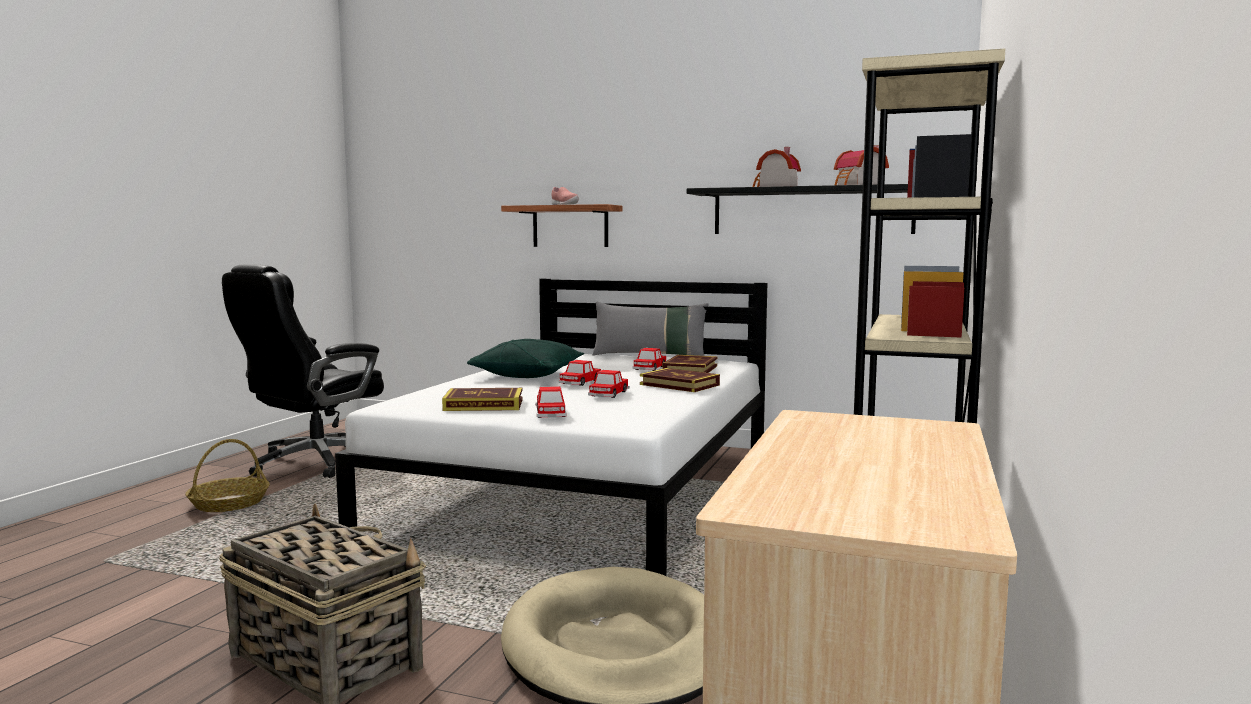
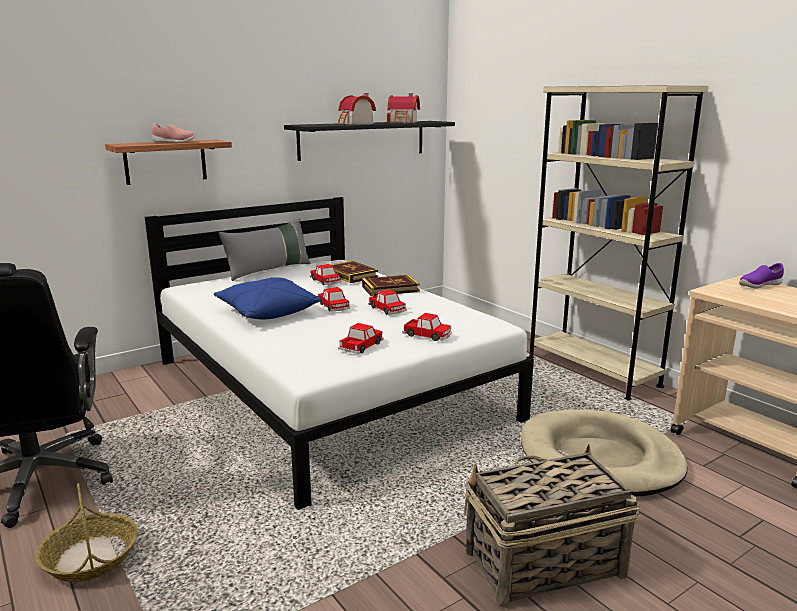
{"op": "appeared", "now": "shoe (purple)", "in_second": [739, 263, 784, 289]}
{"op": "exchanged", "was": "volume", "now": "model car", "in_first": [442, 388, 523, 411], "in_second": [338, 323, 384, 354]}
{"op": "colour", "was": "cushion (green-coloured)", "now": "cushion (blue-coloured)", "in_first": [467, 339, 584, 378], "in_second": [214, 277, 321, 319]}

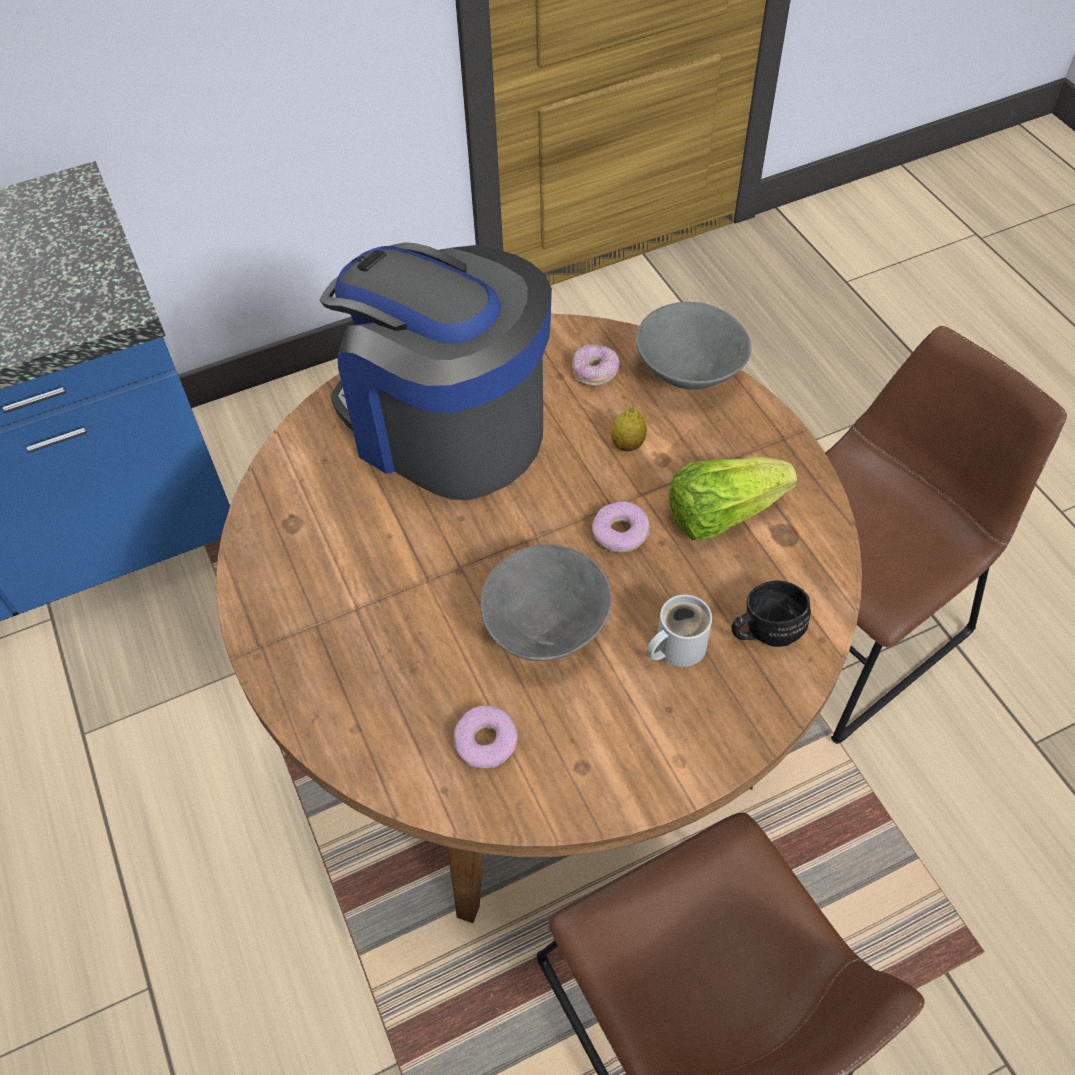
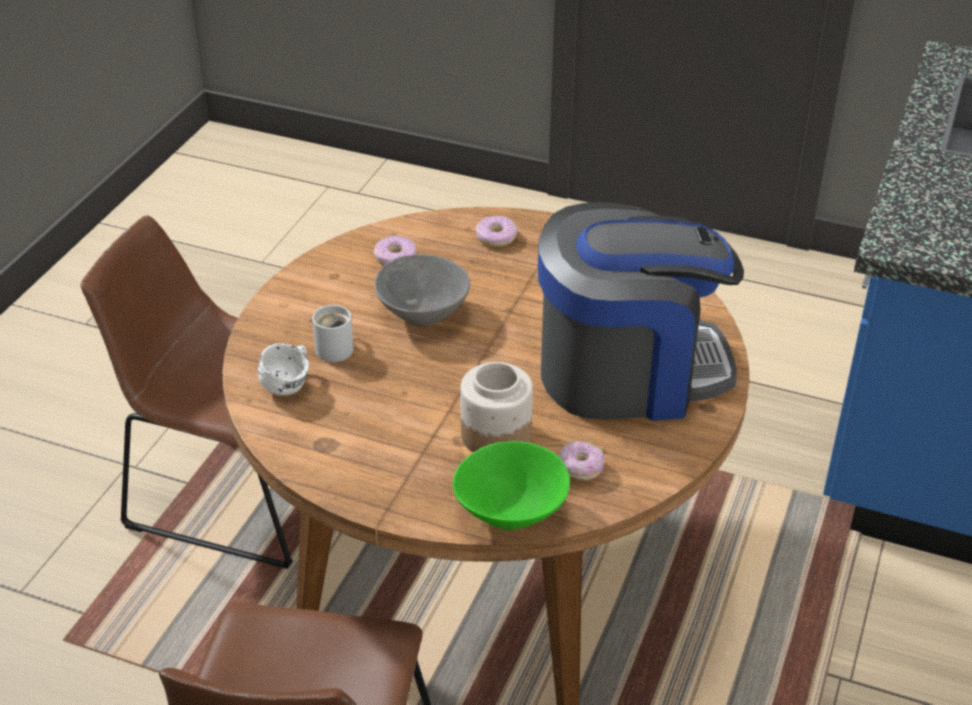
{"op": "missing", "was": "lettuce head", "in_first": [669, 457, 797, 540]}
{"op": "relocated", "was": "doughnut", "in_first": [592, 501, 650, 553], "in_second": [475, 216, 517, 247]}
{"op": "exchanged", "was": "whole lemon", "now": "jar", "in_first": [611, 407, 647, 451], "in_second": [460, 362, 533, 453]}
{"op": "colour", "was": "bowl (grey)", "now": "bowl (green-coloured)", "in_first": [636, 302, 752, 390], "in_second": [453, 441, 570, 530]}
{"op": "colour", "was": "mug (black)", "now": "mug (white)", "in_first": [731, 581, 811, 647], "in_second": [258, 343, 309, 396]}

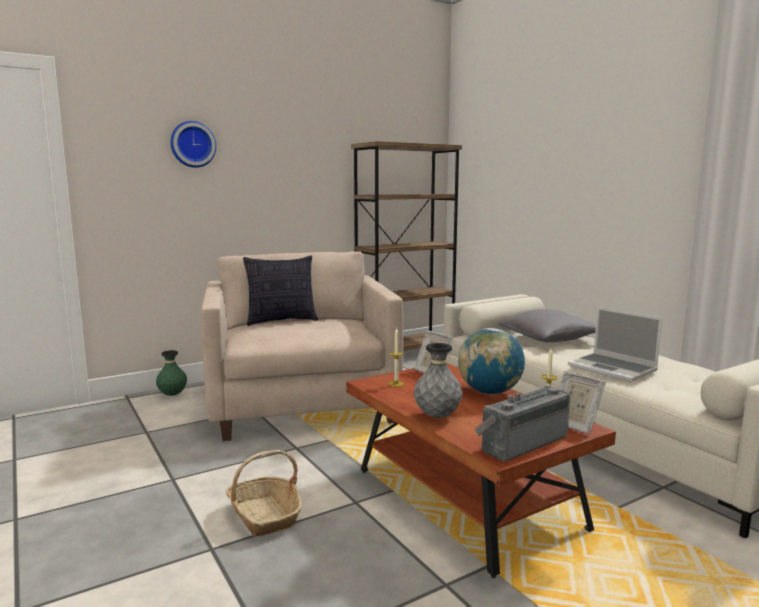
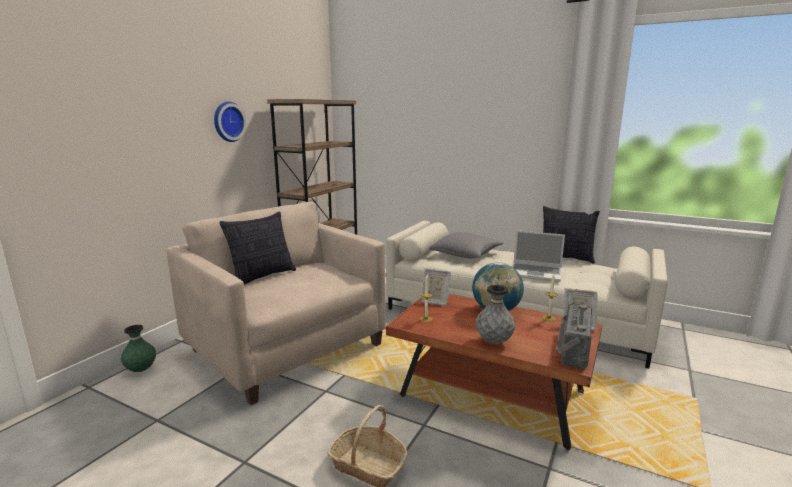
{"op": "appeared", "now": "cushion", "in_second": [543, 206, 600, 263]}
{"op": "relocated", "was": "hanging clock", "in_first": [170, 121, 216, 168], "in_second": [214, 102, 247, 142]}

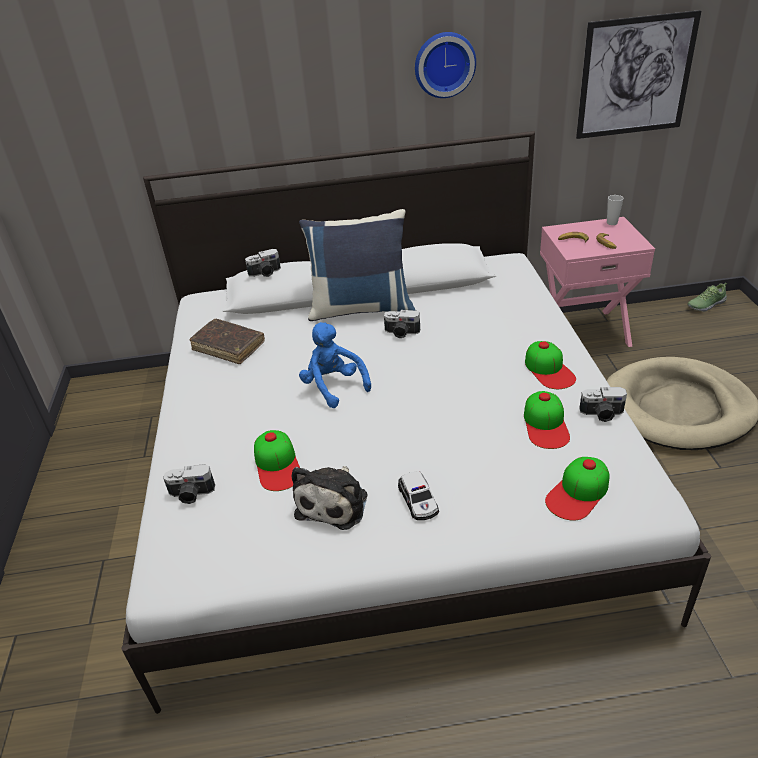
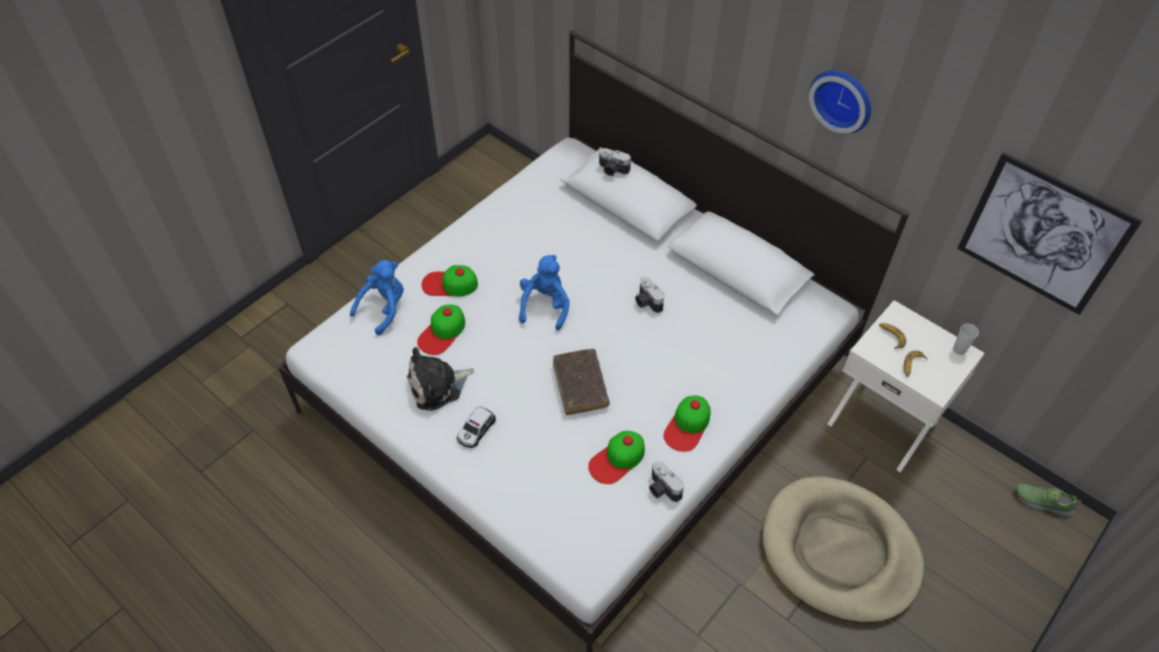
{"op": "missing", "was": "cushion (blue-coloured)", "in_first": [299, 209, 415, 321]}
{"op": "relocated", "was": "volume (brown)", "in_first": [190, 319, 265, 364], "in_second": [553, 349, 610, 415]}
{"op": "relocated", "was": "peaked cap", "in_first": [545, 457, 609, 521], "in_second": [421, 265, 478, 297]}
{"op": "exchanged", "was": "photo camera", "now": "soft toy (blue-coloured)", "in_first": [163, 464, 215, 504], "in_second": [350, 260, 404, 335]}
{"op": "colour", "was": "night table (pinkish)", "now": "night table (white)", "in_first": [540, 217, 655, 347], "in_second": [828, 300, 985, 472]}

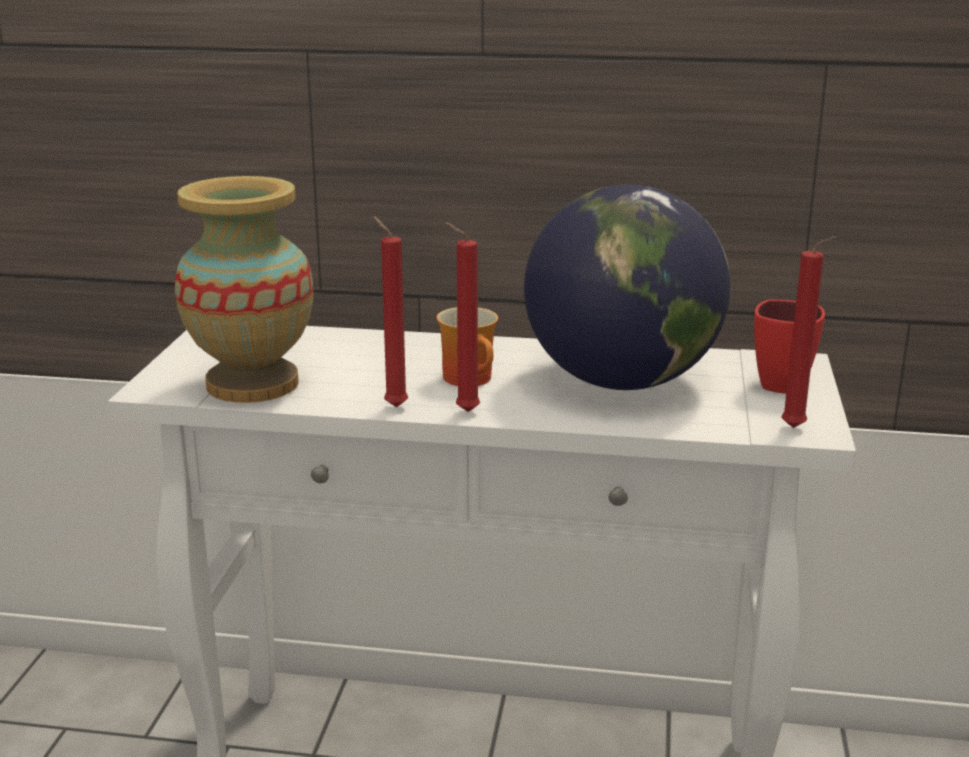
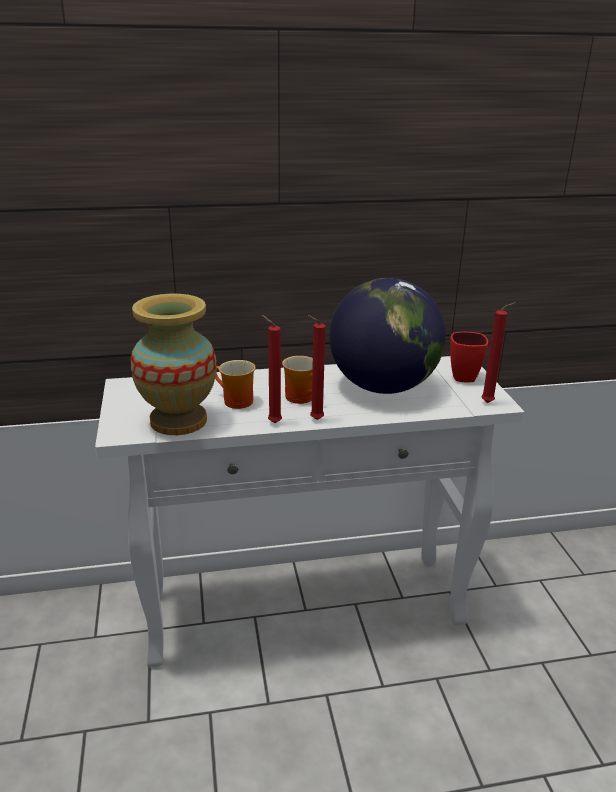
{"op": "appeared", "now": "mug", "in_second": [215, 360, 256, 409]}

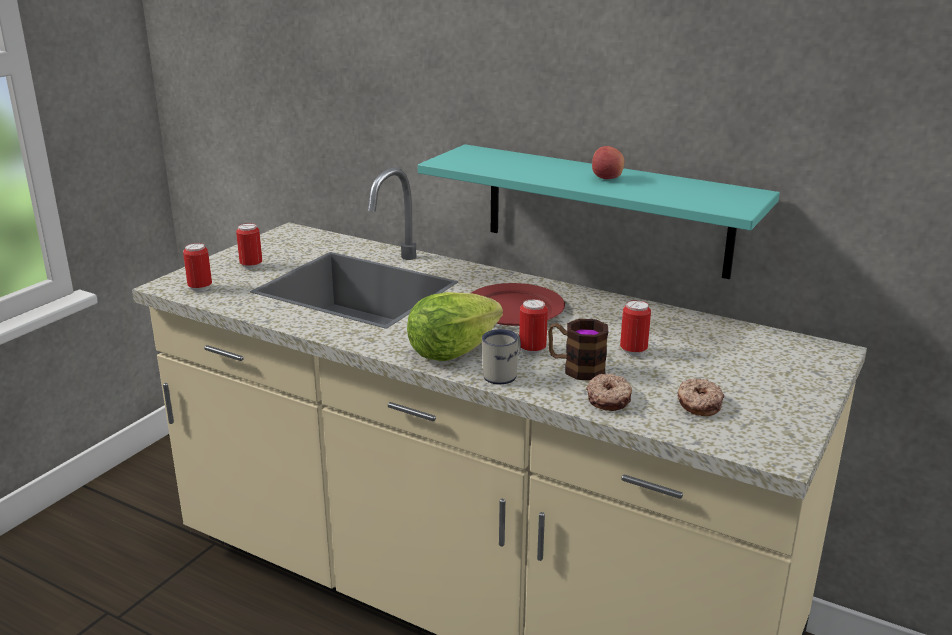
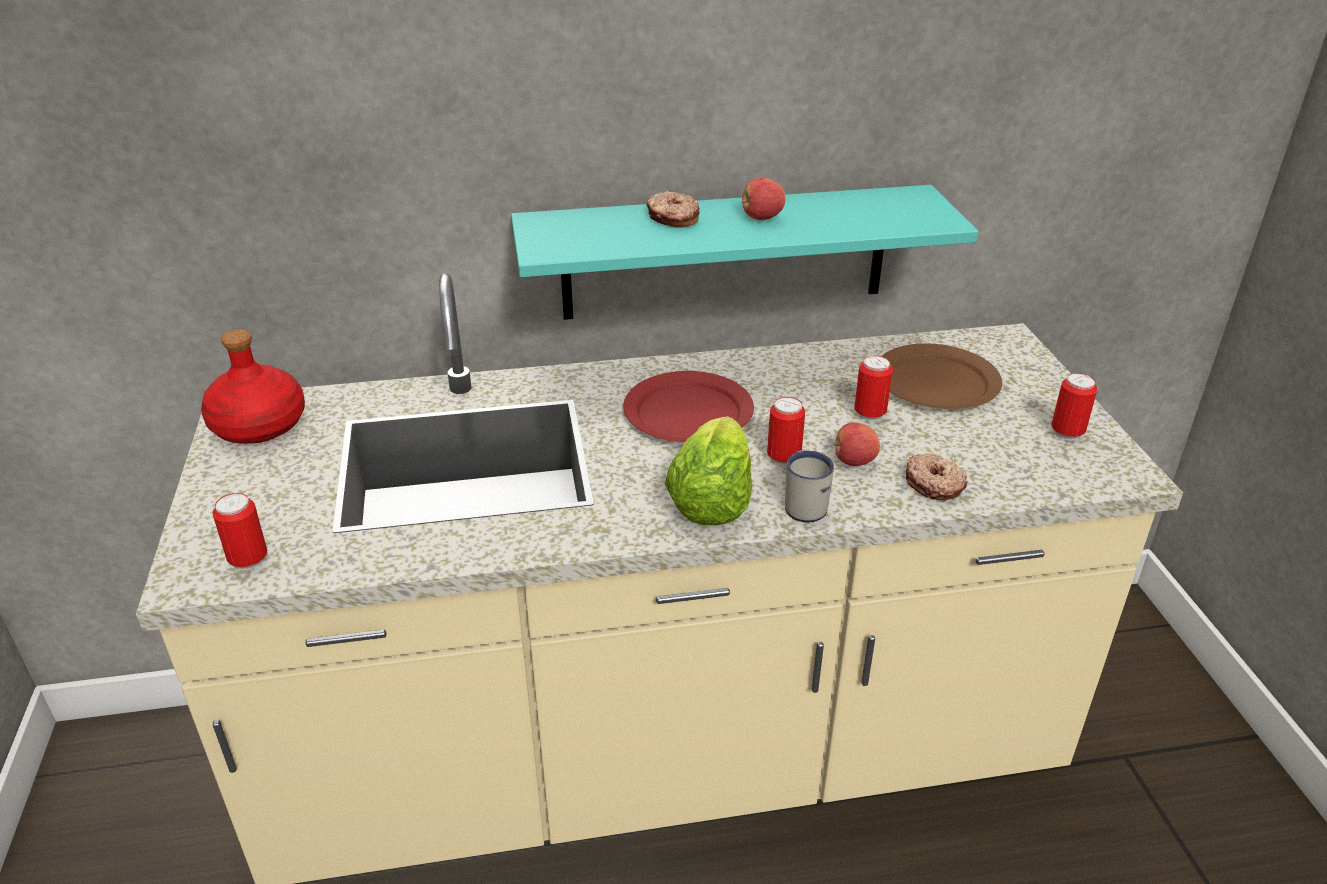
{"op": "appeared", "now": "beverage bottle (red-coloured)", "in_second": [201, 329, 305, 444]}
{"op": "appeared", "now": "flat dish (brown)", "in_second": [882, 343, 1002, 409]}
{"op": "relocated", "was": "sealed can", "in_first": [236, 223, 262, 269], "in_second": [1051, 373, 1097, 441]}
{"op": "relocated", "was": "doughnut", "in_first": [678, 378, 724, 416], "in_second": [646, 191, 700, 228]}
{"op": "exchanged", "was": "mug", "now": "apple fruit", "in_first": [548, 319, 608, 380], "in_second": [833, 422, 880, 466]}

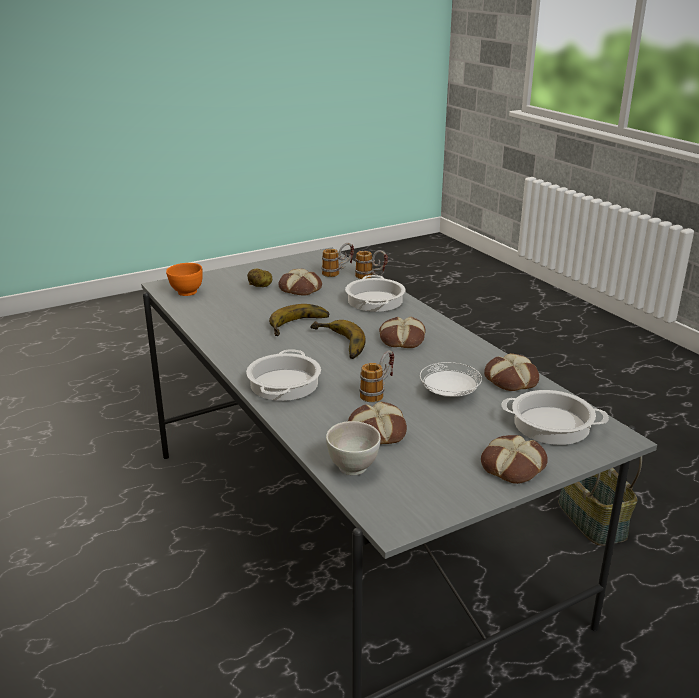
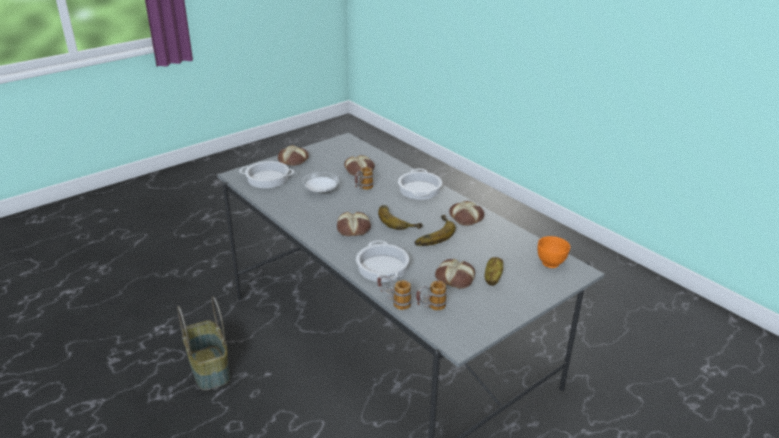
{"op": "missing", "was": "bowl (white)", "in_first": [326, 421, 381, 475]}
{"op": "relocated", "was": "bakery bread", "in_first": [484, 353, 539, 391], "in_second": [449, 201, 484, 226]}

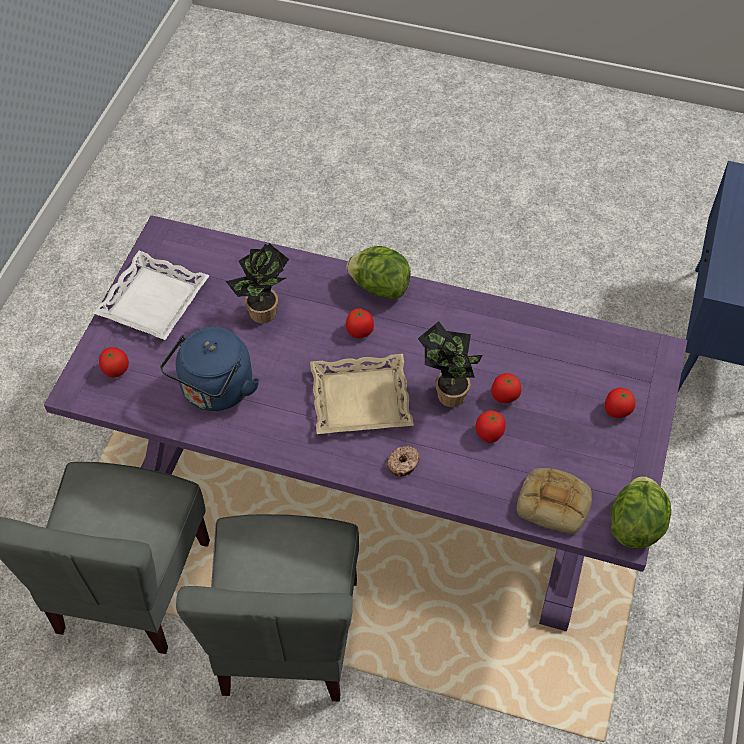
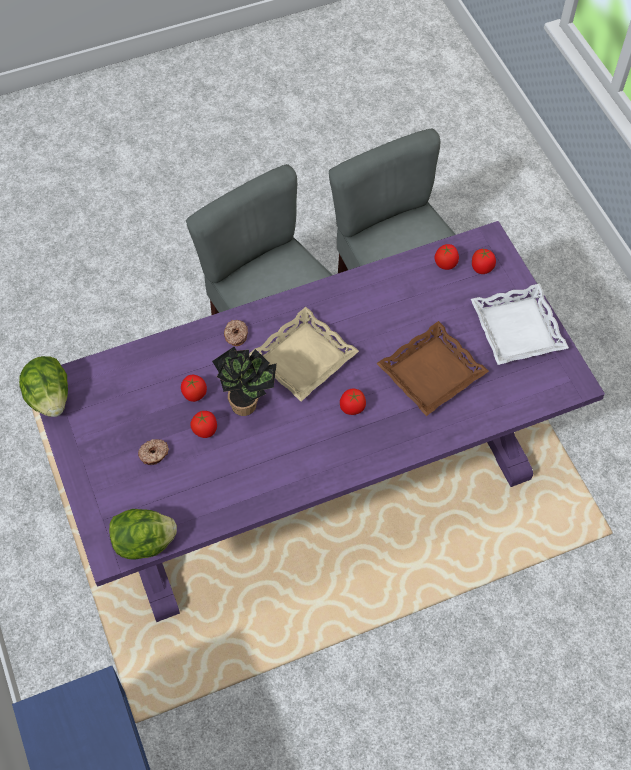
{"op": "missing", "was": "water kettle (blue-coloured)", "in_first": [160, 327, 259, 411]}
{"op": "missing", "was": "bakery bread", "in_first": [517, 468, 592, 534]}
{"op": "appeared", "now": "doughnut", "in_second": [138, 439, 169, 465]}
{"op": "relocated", "was": "lettuce head", "in_first": [346, 246, 411, 300], "in_second": [109, 509, 177, 559]}
{"op": "relocated", "was": "tomato", "in_first": [605, 388, 635, 418], "in_second": [435, 244, 459, 270]}
{"op": "exchanged", "was": "potted plant", "now": "tray (brown)", "in_first": [225, 243, 289, 323], "in_second": [376, 321, 489, 416]}

